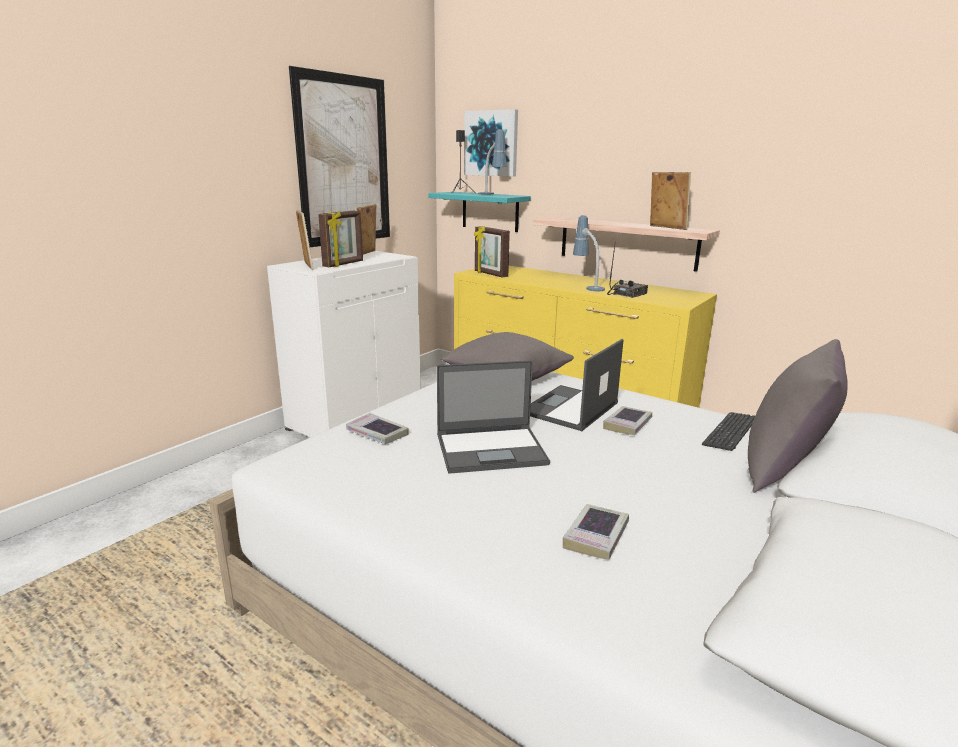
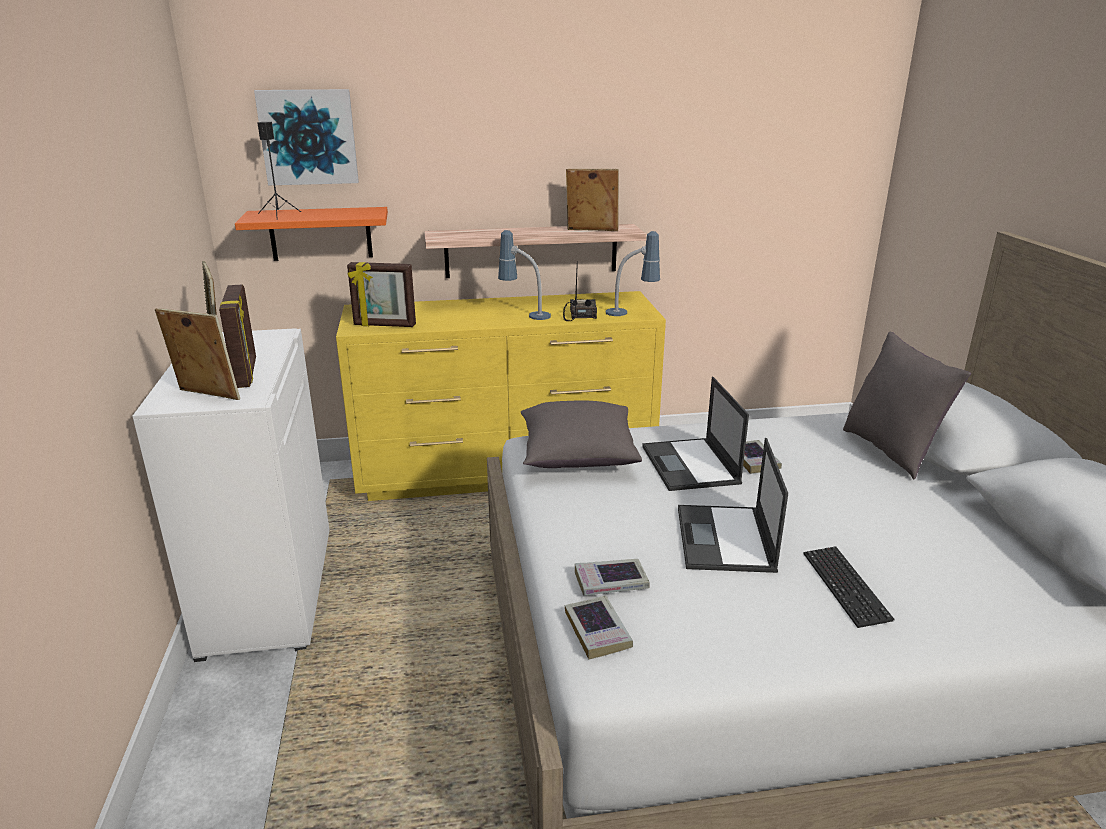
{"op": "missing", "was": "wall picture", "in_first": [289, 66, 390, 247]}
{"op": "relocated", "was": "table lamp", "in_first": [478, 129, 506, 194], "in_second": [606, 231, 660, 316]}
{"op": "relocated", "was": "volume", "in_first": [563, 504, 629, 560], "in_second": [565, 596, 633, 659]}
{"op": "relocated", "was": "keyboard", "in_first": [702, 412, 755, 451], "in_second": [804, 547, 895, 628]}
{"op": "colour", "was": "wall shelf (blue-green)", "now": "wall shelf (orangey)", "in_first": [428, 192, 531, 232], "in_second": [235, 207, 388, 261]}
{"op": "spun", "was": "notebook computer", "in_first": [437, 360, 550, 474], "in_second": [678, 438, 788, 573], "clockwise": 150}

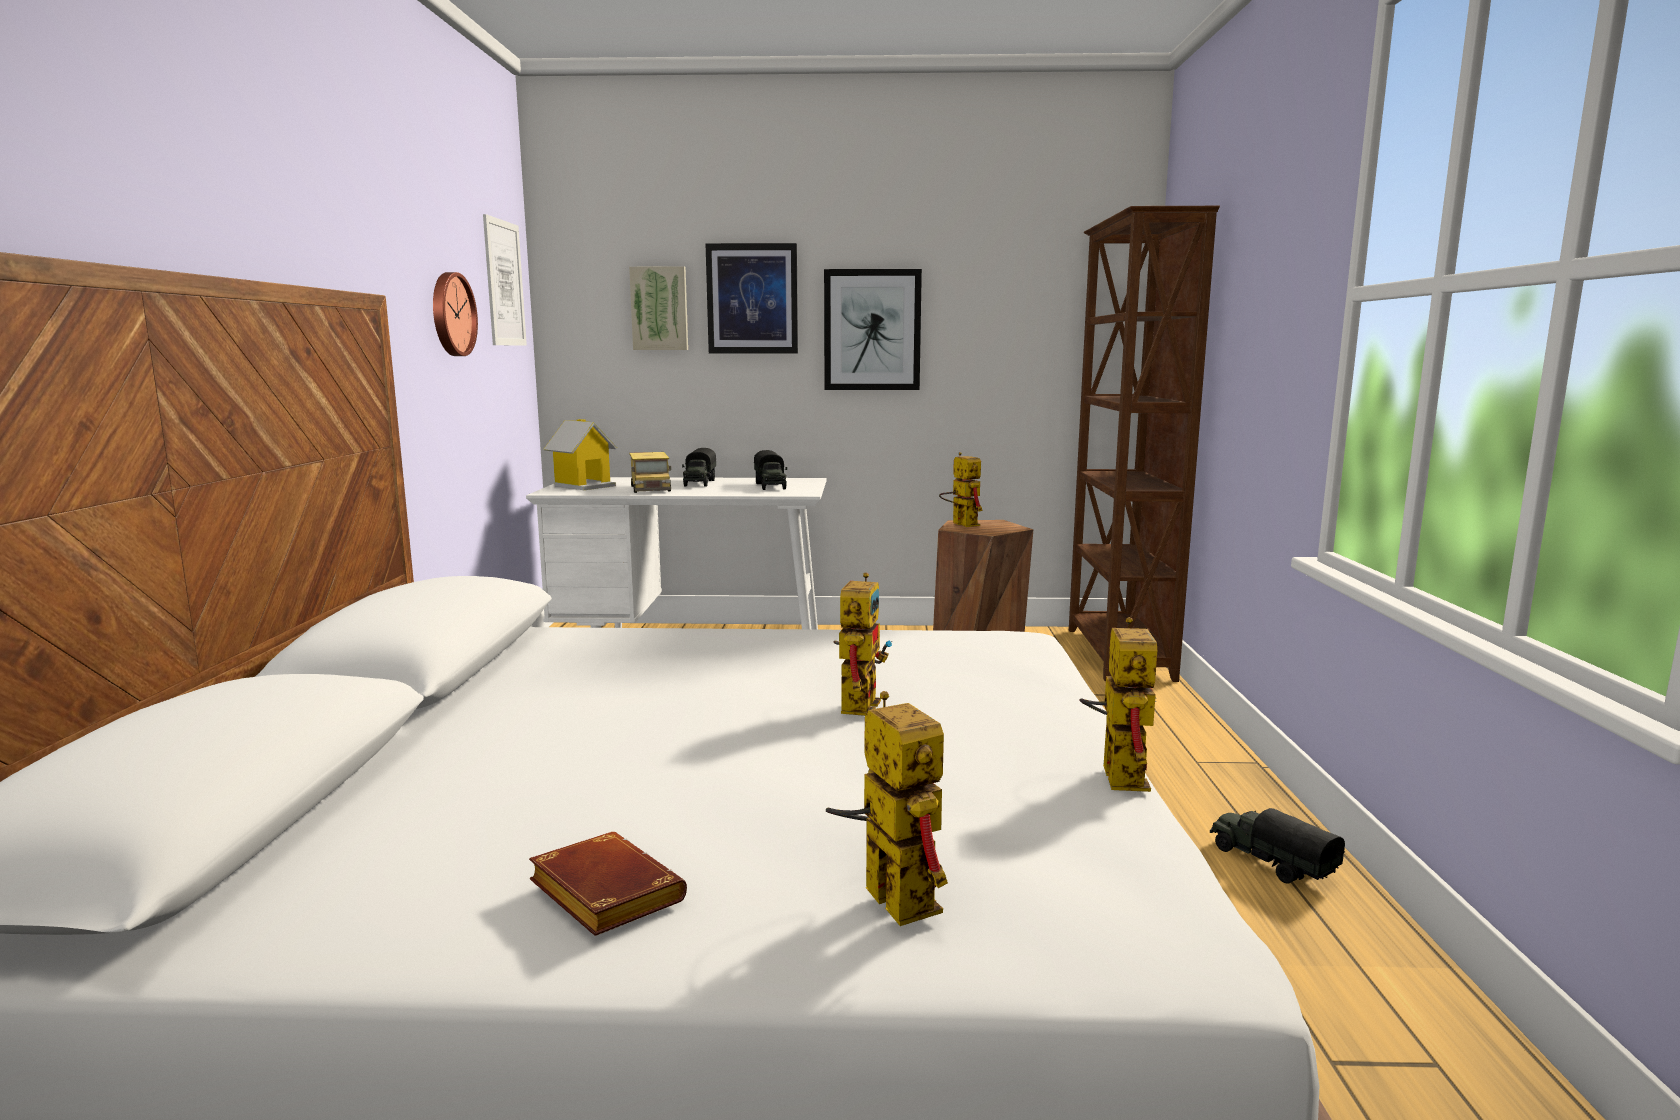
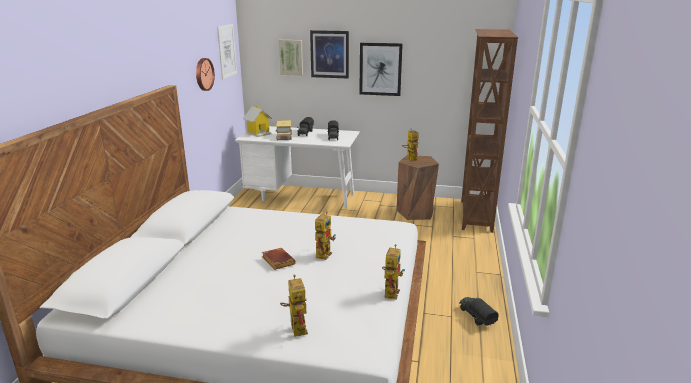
{"op": "relocated", "was": "volume (brown)", "in_first": [529, 832, 687, 936], "in_second": [262, 248, 296, 270]}

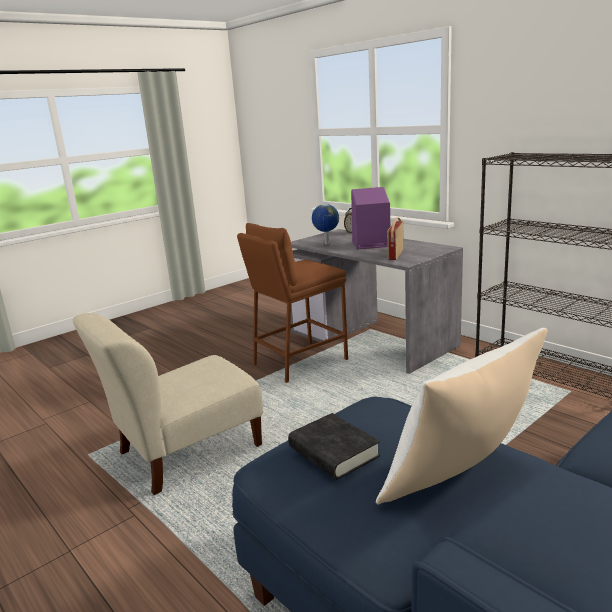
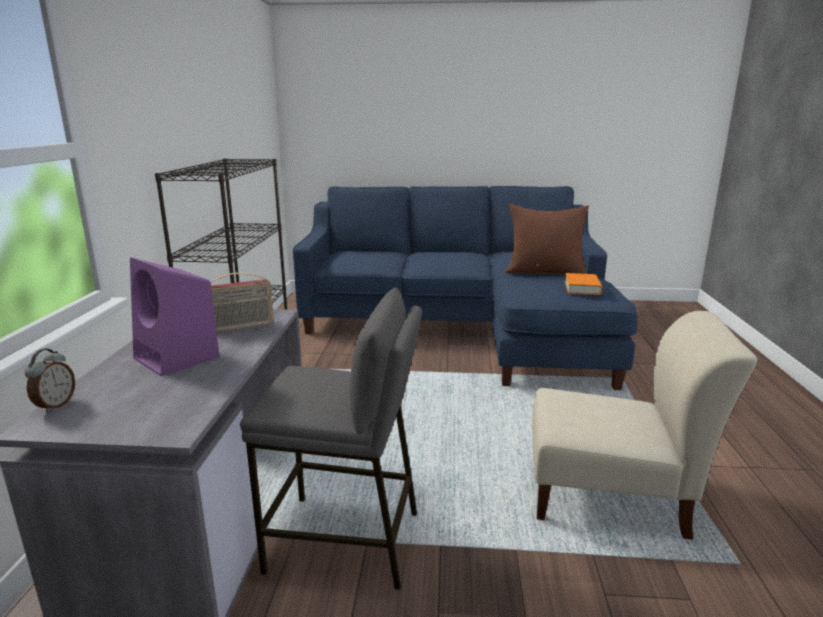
{"op": "missing", "was": "globe", "in_first": [312, 204, 339, 245]}
{"op": "colour", "was": "stool (brown)", "now": "stool (grey)", "in_first": [237, 223, 348, 383], "in_second": [240, 287, 422, 590]}
{"op": "colour", "was": "volume (black)", "now": "volume (orangey)", "in_first": [288, 413, 380, 480], "in_second": [564, 273, 603, 295]}
{"op": "colour", "was": "cushion (white)", "now": "cushion (brown)", "in_first": [376, 328, 547, 505], "in_second": [505, 204, 589, 275]}

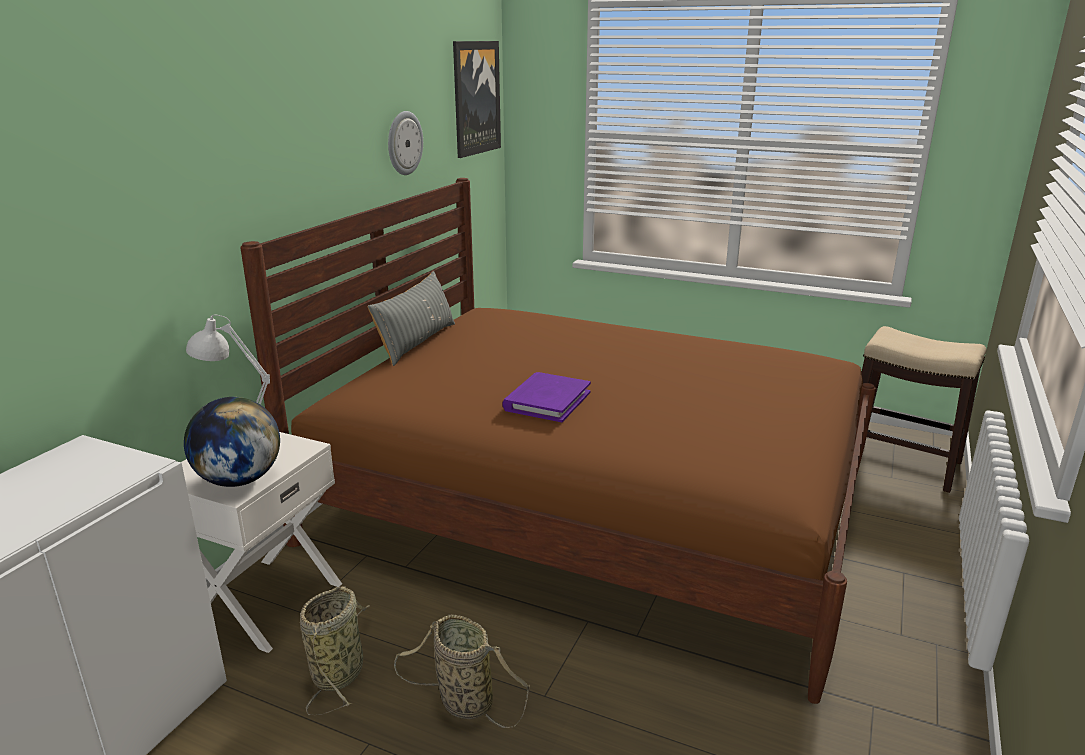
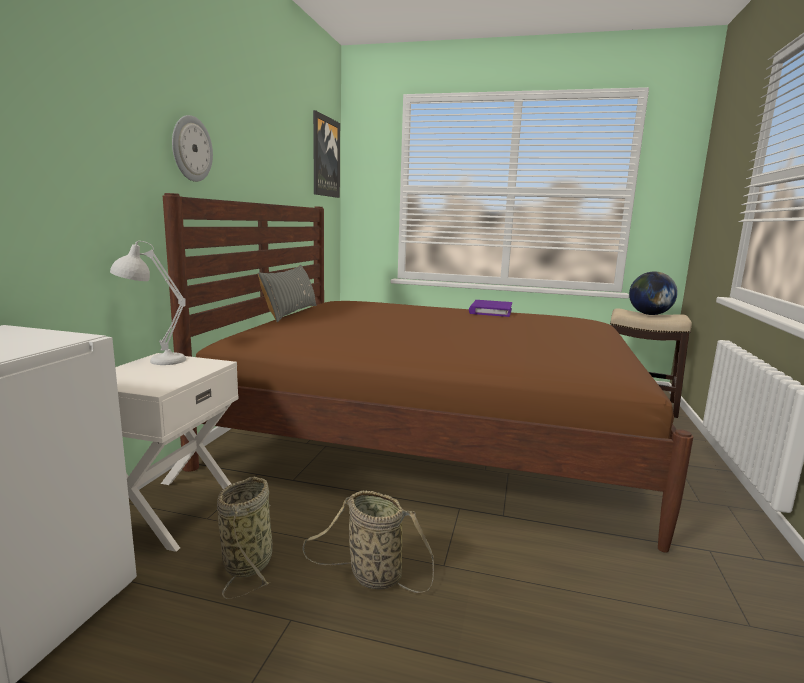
{"op": "relocated", "was": "globe", "in_first": [184, 397, 280, 487], "in_second": [629, 272, 678, 315]}
{"op": "relocated", "was": "hanging clock", "in_first": [388, 111, 423, 175], "in_second": [172, 115, 213, 182]}
{"op": "relocated", "was": "volume (purple)", "in_first": [502, 372, 591, 422], "in_second": [469, 300, 512, 317]}

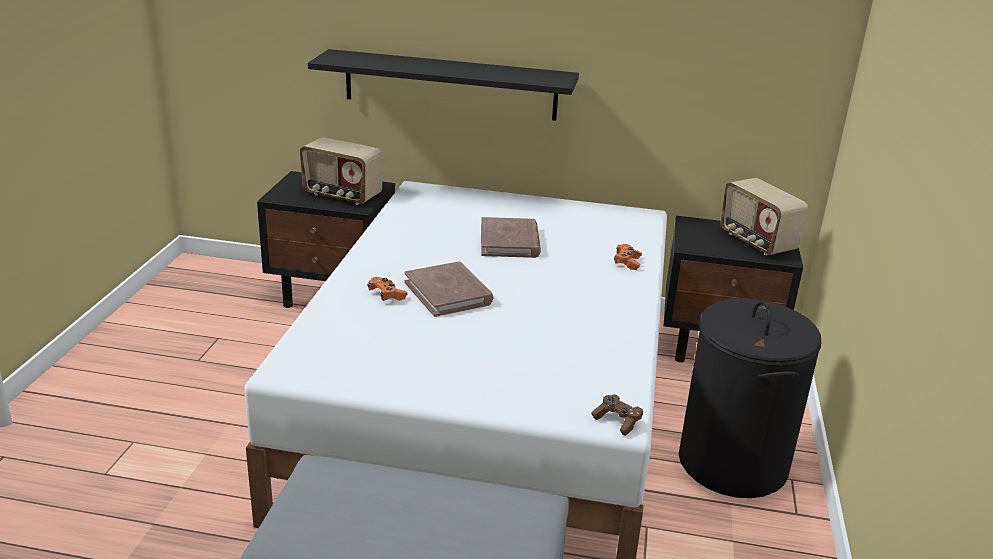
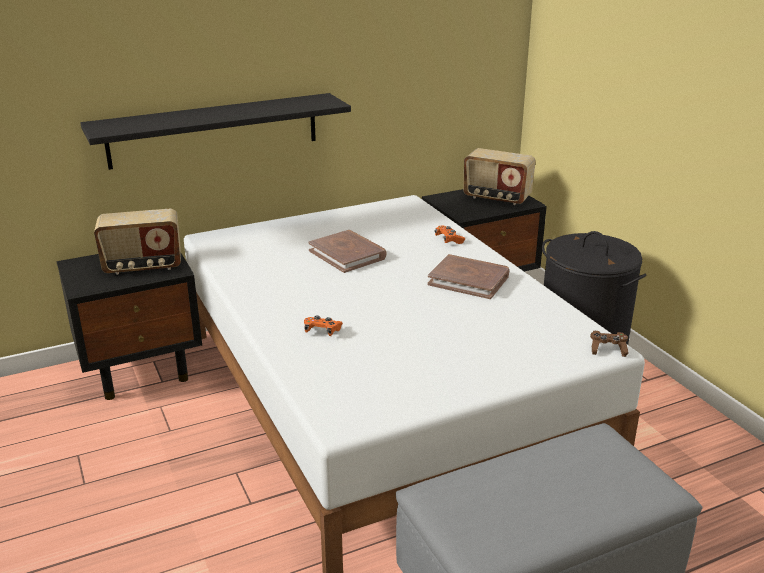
{"op": "relocated", "was": "volume (brown)", "in_first": [405, 262, 493, 317], "in_second": [427, 254, 509, 299]}

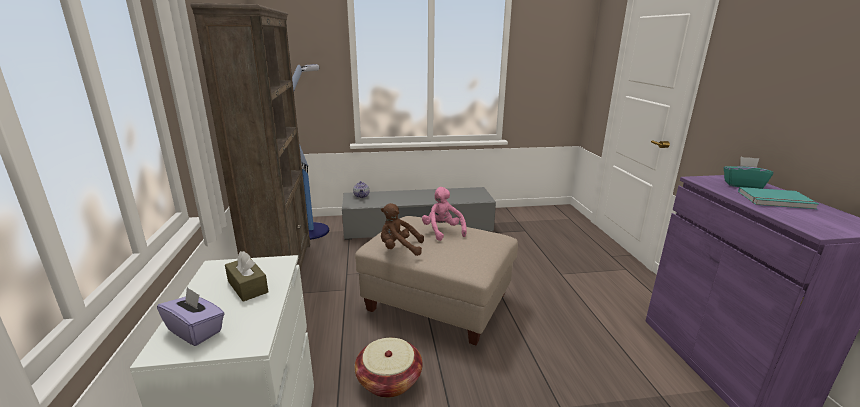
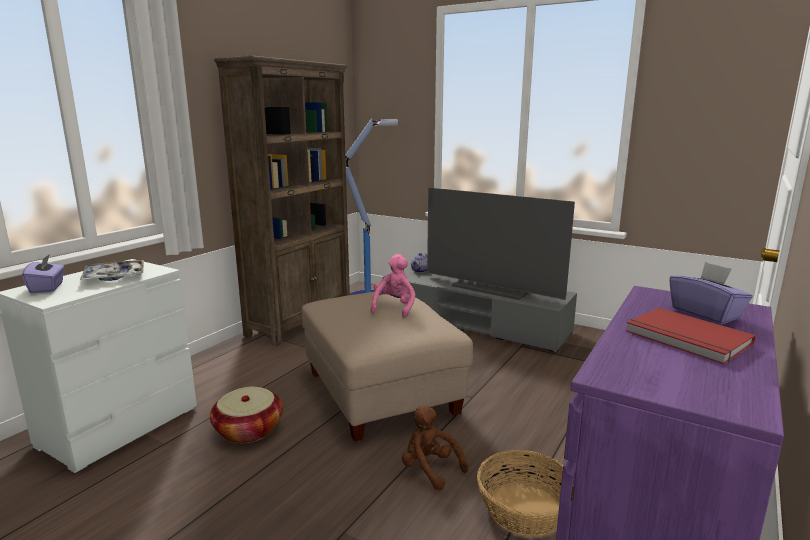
{"op": "appeared", "now": "TV set", "in_second": [427, 188, 575, 300]}
{"op": "appeared", "now": "household basket", "in_second": [477, 450, 564, 537]}
{"op": "relocated", "was": "soft toy (brown)", "in_first": [381, 203, 424, 256], "in_second": [402, 406, 468, 491]}
{"op": "exchanged", "was": "tissue box (brown)", "now": "tray", "in_first": [225, 251, 268, 302], "in_second": [80, 260, 144, 281]}
{"op": "colour", "was": "tissue box (blue-green)", "now": "tissue box (purple)", "in_first": [724, 157, 774, 189], "in_second": [669, 262, 753, 324]}
{"op": "colour", "was": "volume (blue-green)", "now": "volume (red-coloured)", "in_first": [738, 187, 819, 209], "in_second": [626, 308, 755, 364]}

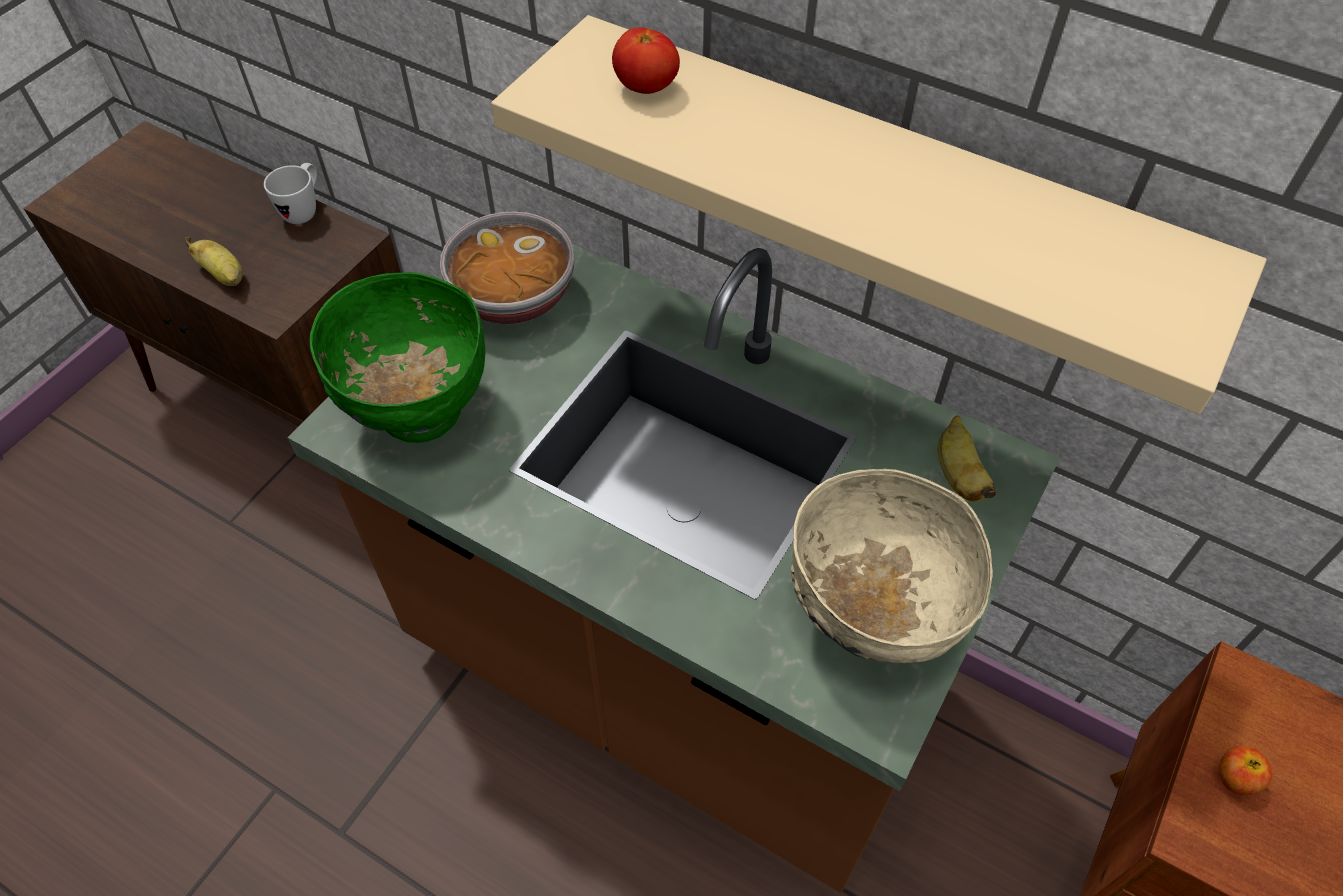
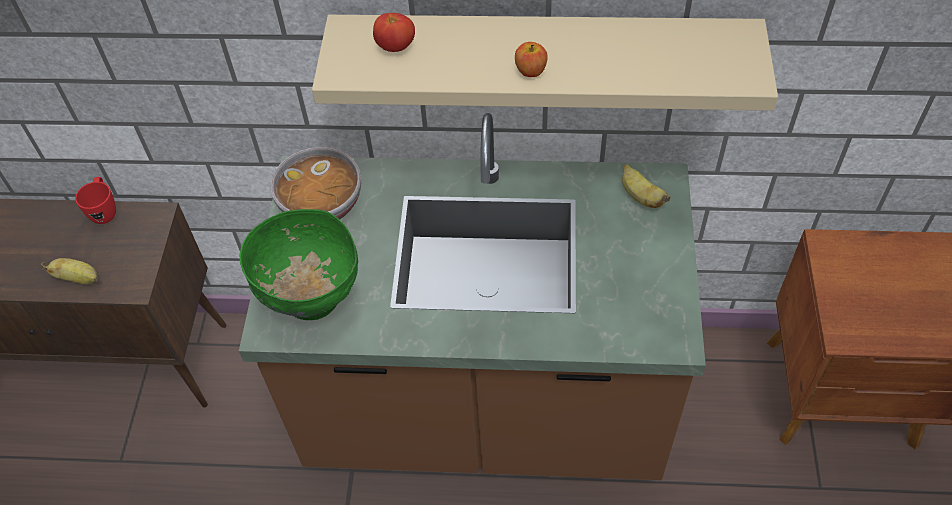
{"op": "missing", "was": "bowl (beige-coloured)", "in_first": [791, 469, 993, 663]}
{"op": "relocated", "was": "apple fruit", "in_first": [1219, 745, 1273, 796], "in_second": [515, 42, 548, 77]}
{"op": "colour", "was": "mug (white)", "now": "mug (red-coloured)", "in_first": [264, 163, 317, 224], "in_second": [75, 177, 116, 224]}

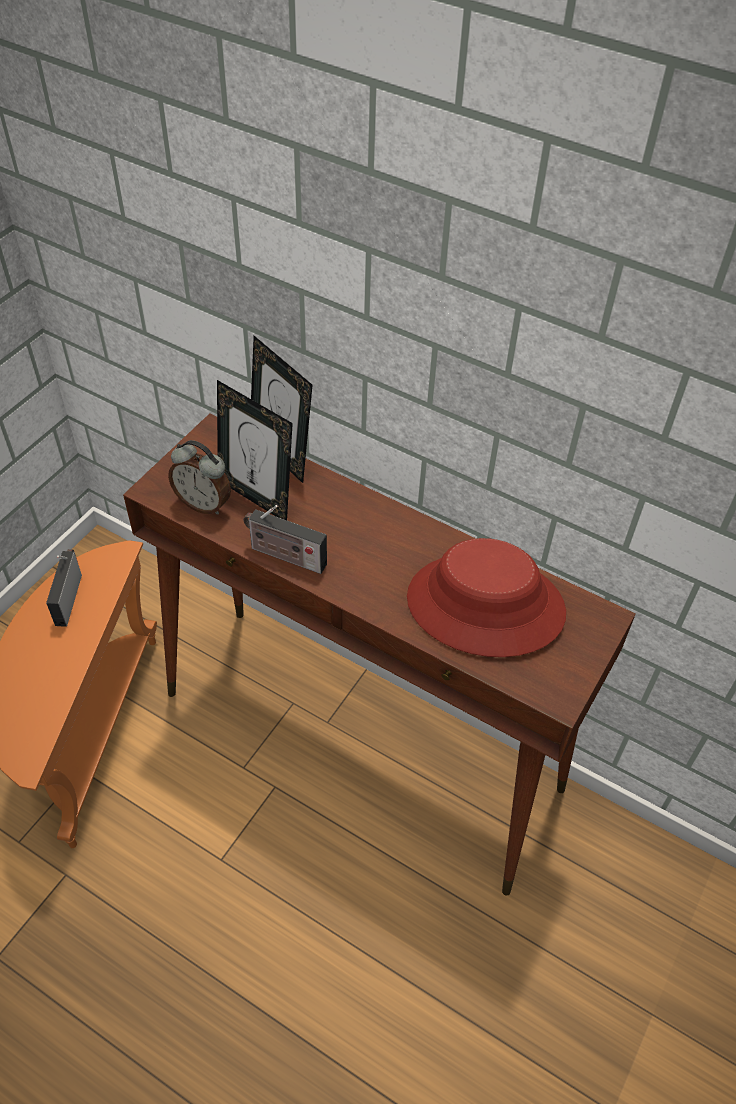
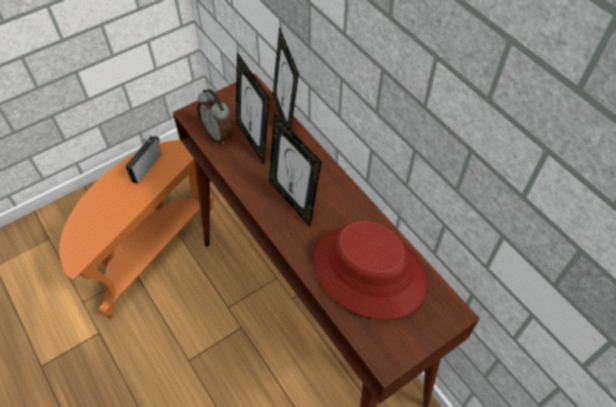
{"op": "missing", "was": "radio set", "in_first": [243, 505, 327, 574]}
{"op": "appeared", "now": "photo frame", "in_second": [269, 113, 322, 226]}

